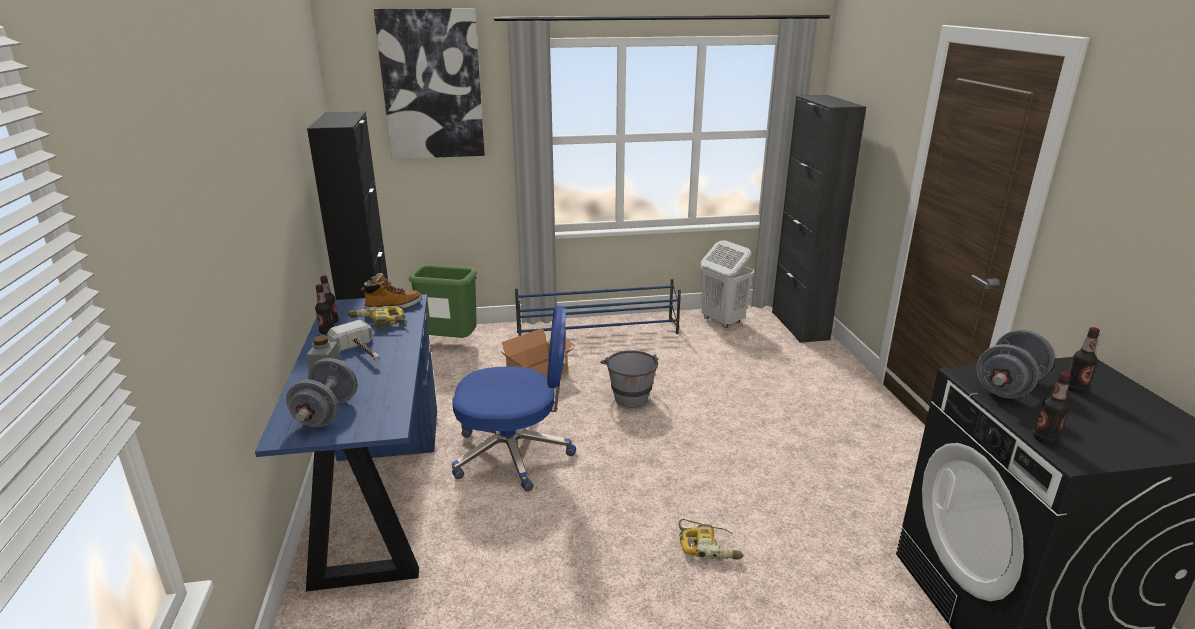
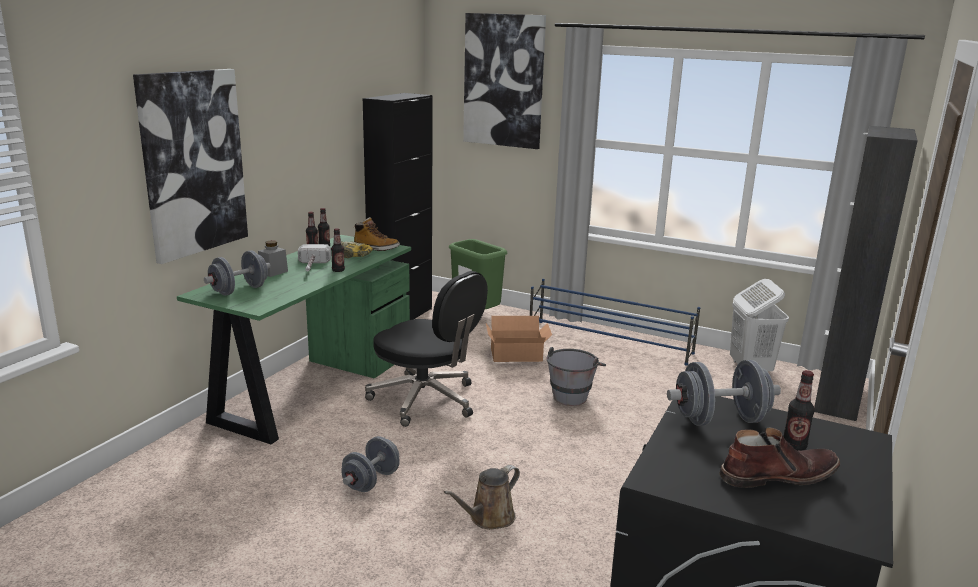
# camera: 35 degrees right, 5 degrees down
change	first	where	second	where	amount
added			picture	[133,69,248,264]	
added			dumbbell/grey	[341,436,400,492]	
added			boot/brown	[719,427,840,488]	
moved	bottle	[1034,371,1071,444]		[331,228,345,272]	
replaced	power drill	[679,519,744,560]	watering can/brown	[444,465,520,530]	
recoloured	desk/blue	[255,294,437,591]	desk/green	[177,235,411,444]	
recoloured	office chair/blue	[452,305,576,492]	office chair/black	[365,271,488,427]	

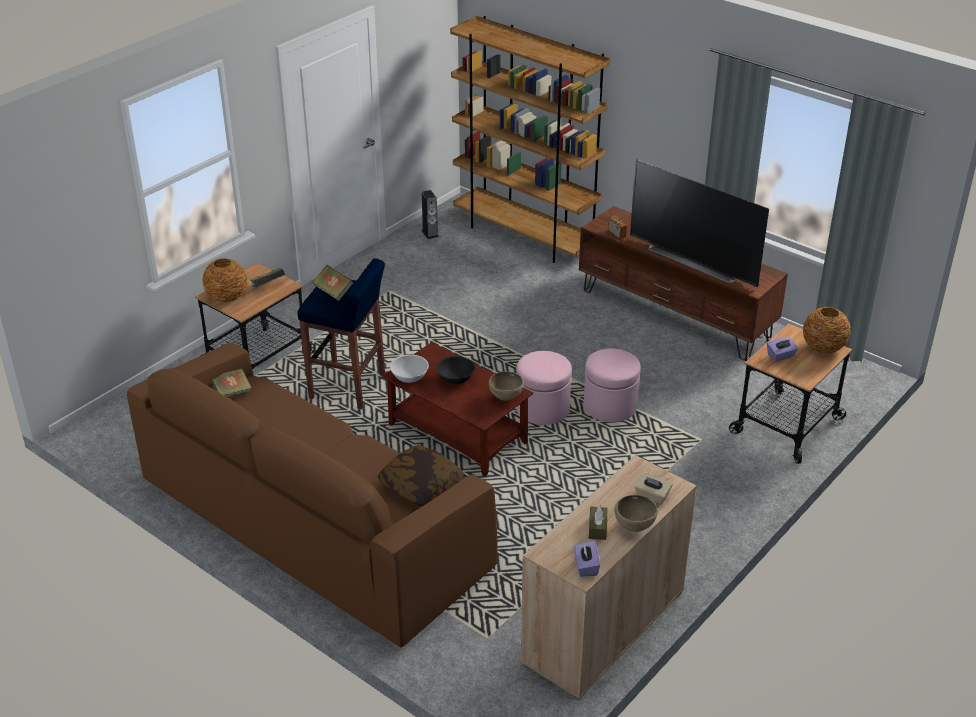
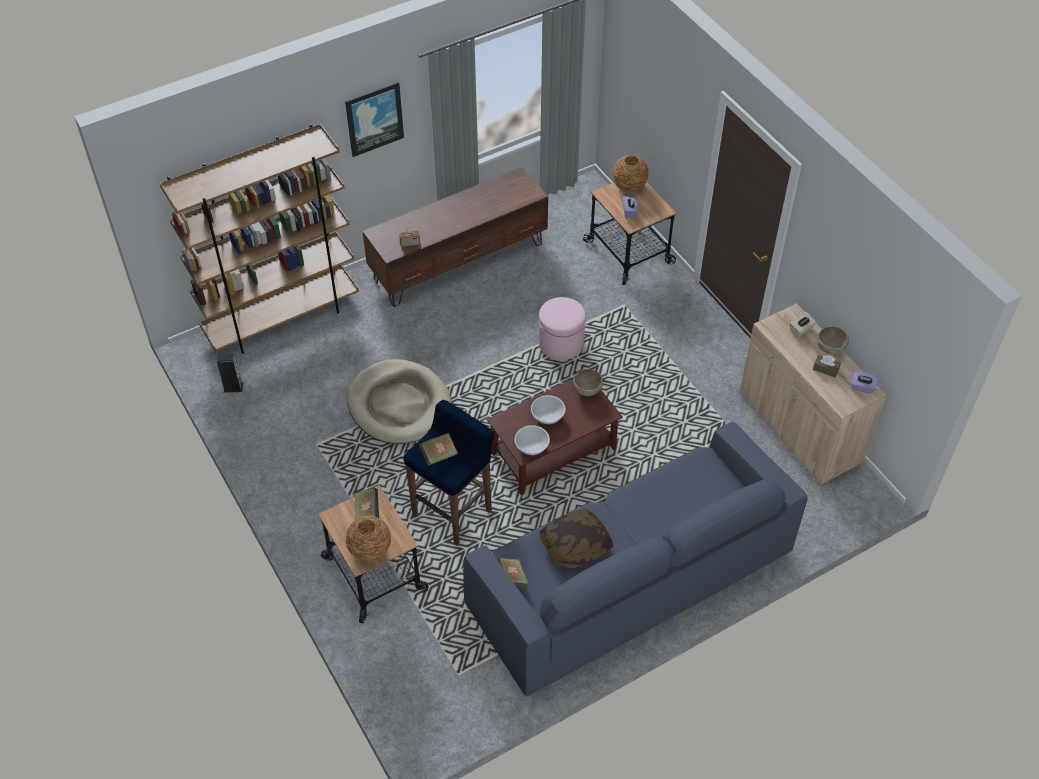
# camera: 70 degrees left, 15 degrees up
change	first	where	second	where	amount
removed	ottoman/pink	[516,351,572,425]			
removed	television	[630,159,769,287]			
added			picture	[345,82,404,157]	
added			dog bed/beige	[347,359,451,444]	
moved	pillow	[378,445,465,506]		[540,509,613,570]	
recoloured	sofa/brown	[127,343,498,648]	sofa/blue	[463,422,808,697]	
recoloured	bowl/black	[436,356,475,384]	bowl/white	[531,395,565,424]	

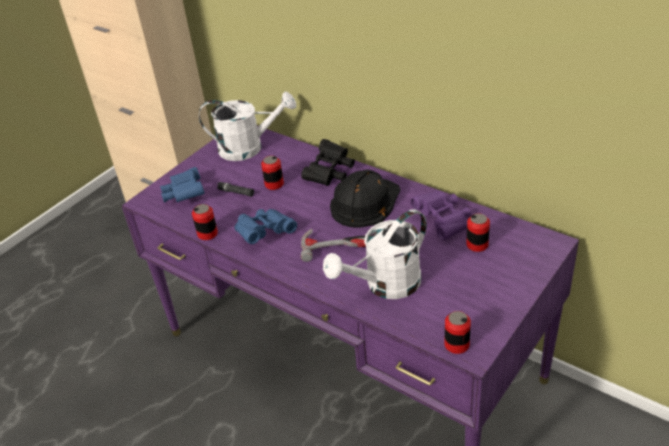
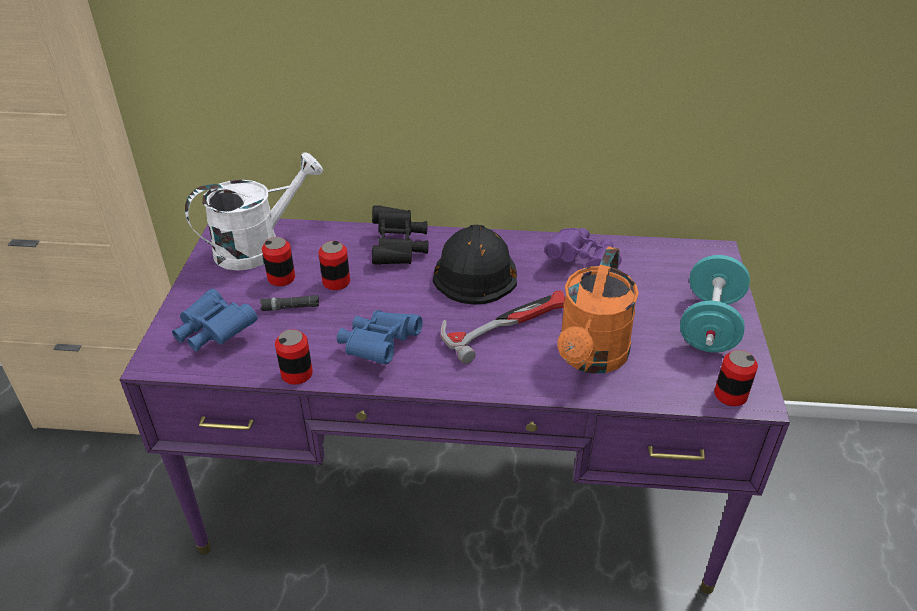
# camera: 35 degrees left, 0 degrees up
change	first	where	second	where	amount
added			dumbbell/turquoise	[680,255,750,353]	
moved	can	[466,213,490,252]		[262,237,295,286]	
recoloured	watering can/white	[323,209,427,299]	watering can/orange	[557,246,639,373]	

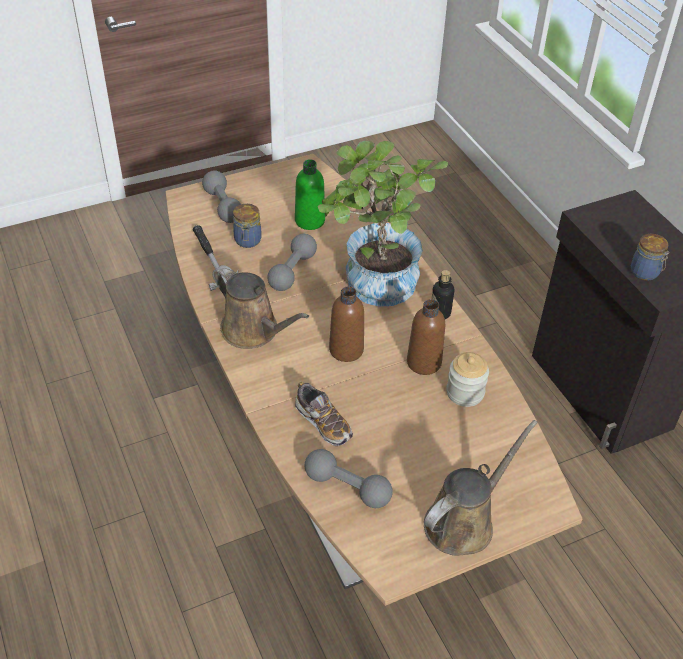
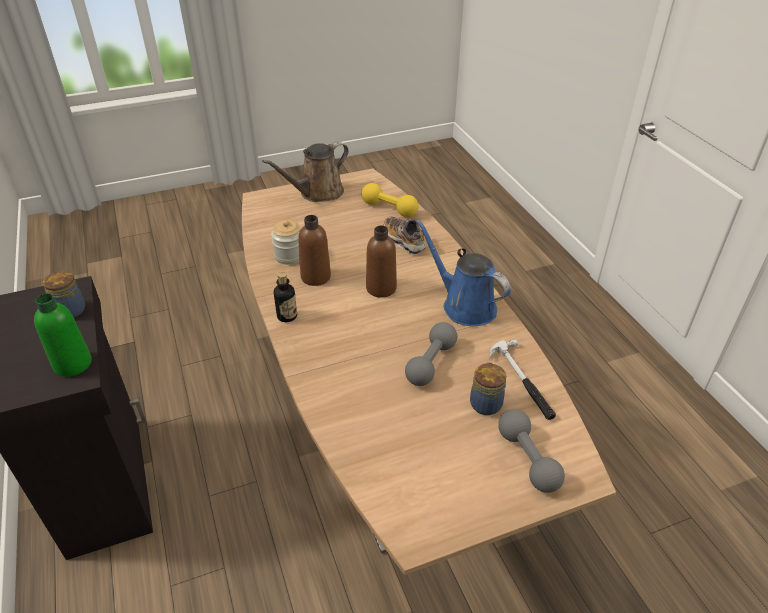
# camera: 175 degrees left, 5 degrees down
change	first	where	second	where	amount
removed	potted plant	[318,141,449,306]			
moved	bottle/green	[295,159,325,230]		[34,293,91,377]	
recoloured	watering can/brown	[212,265,309,349]	watering can/blue	[416,220,511,326]	
recoloured	dumbbell/grey	[305,449,393,508]	dumbbell/yellow	[361,183,418,217]	

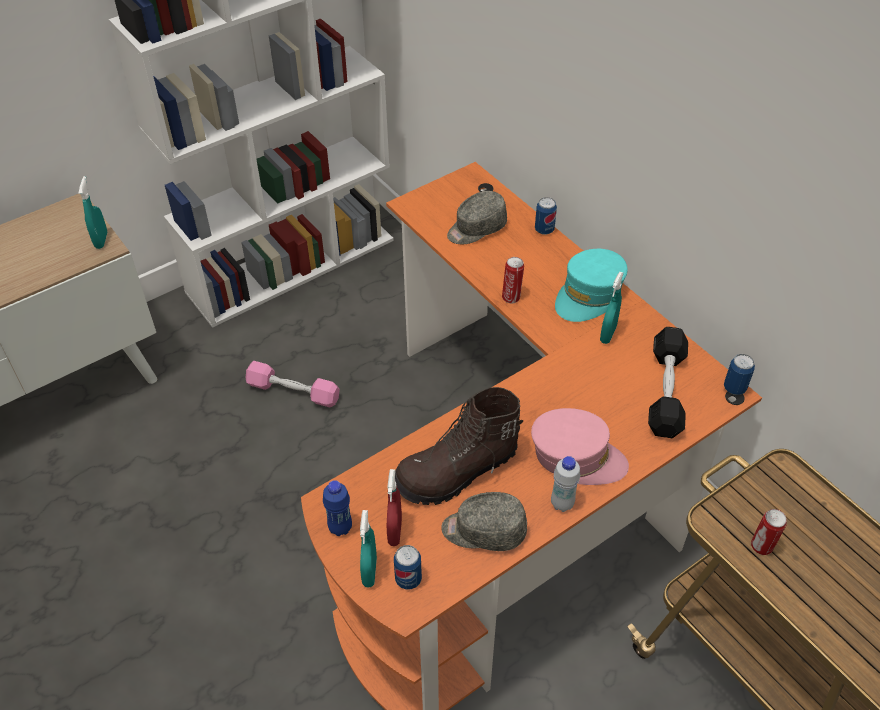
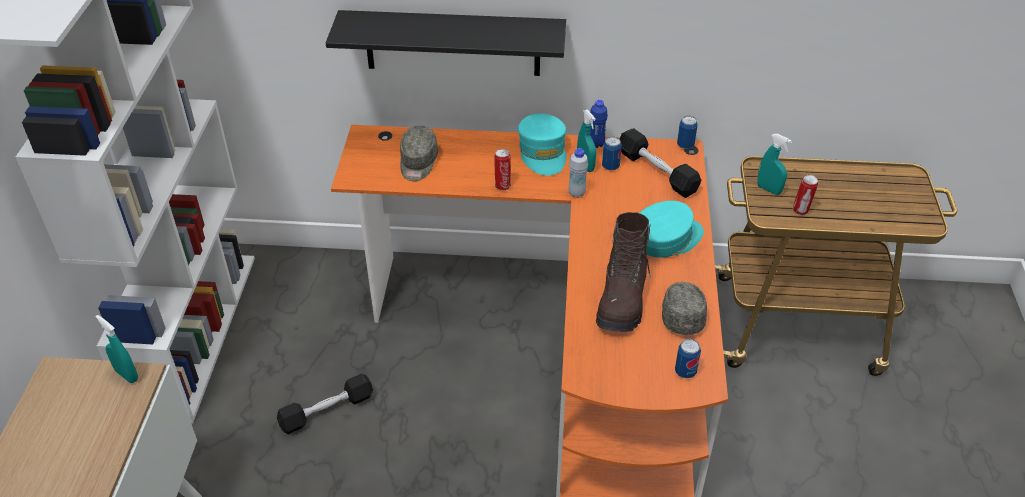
# camera: 50 degrees left, 5 degrees down
change	first	where	second	where	amount
removed	spray bottle/red	[387,469,402,546]			
added			shelf/black	[326,10,566,76]	
moved	bottle/blue	[323,480,352,536]		[590,100,608,148]	
moved	spray bottle/turquoise	[360,510,377,588]		[757,134,792,195]	
moved	can	[535,197,557,235]		[602,137,622,171]	
moved	bottle/white	[551,456,580,512]		[568,148,588,198]	
recoloured	dumbbell/pink	[246,361,340,407]	dumbbell/black	[277,374,373,434]	
recoloured	cap/pink	[531,408,629,485]	cap/turquoise	[640,201,704,258]	
turned	cap/grey	[441,492,527,551]		[662,282,707,335]	135 degrees clockwise

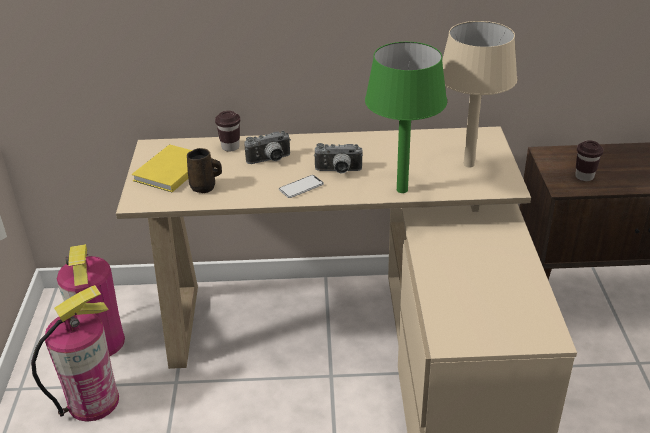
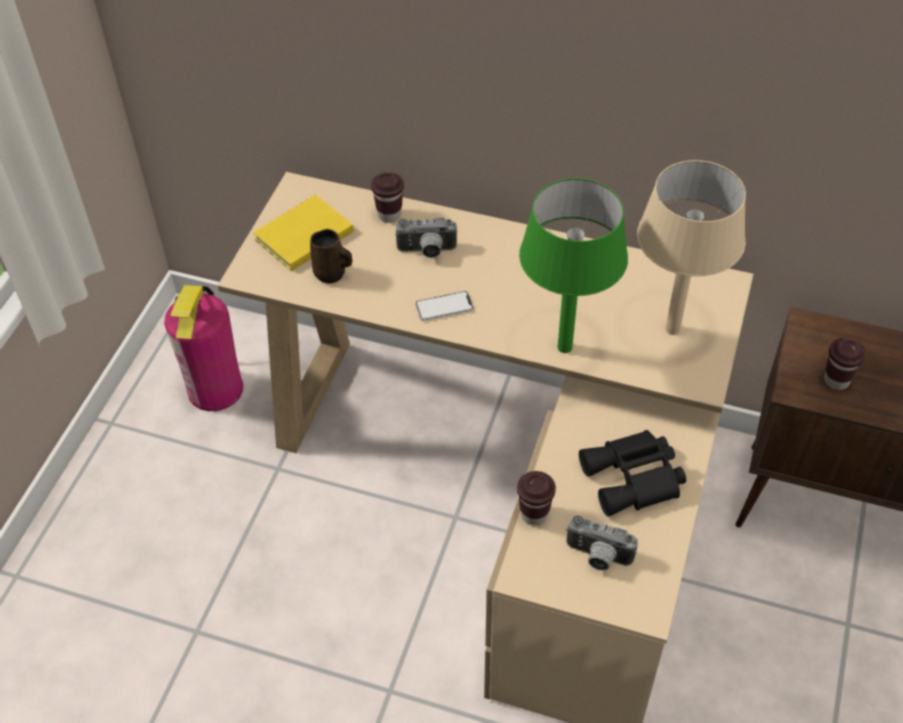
# camera: 20 degrees right, 15 degrees up
change	first	where	second	where	amount
removed	fire extinguisher	[31,285,119,422]			
added			cup/brown	[517,471,556,525]	
added			binoculars/black	[579,430,686,517]	
moved	photo camera	[314,143,363,174]		[566,515,638,571]	

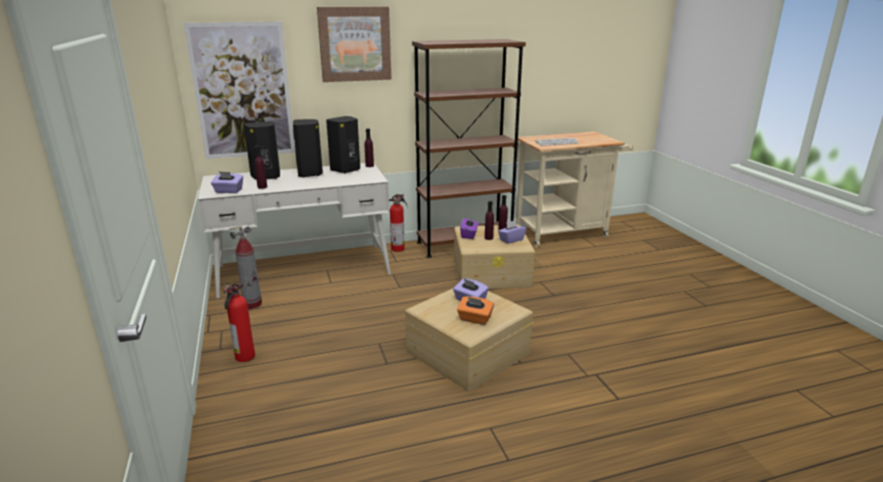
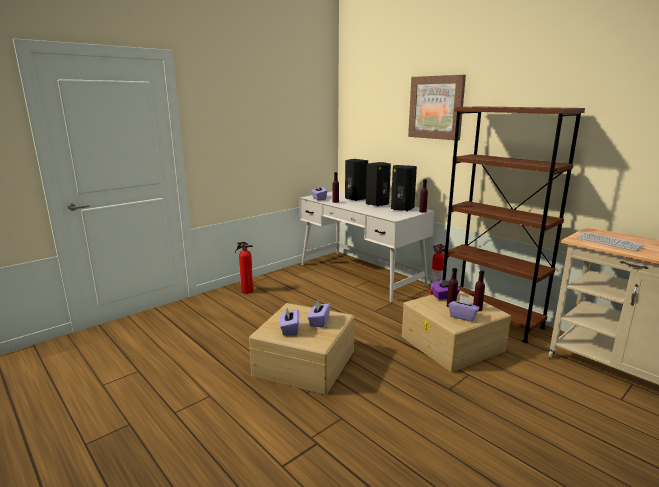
# camera: 65 degrees right, 5 degrees down
change	first	where	second	where	amount
removed	picture	[183,22,295,159]			
removed	fire extinguisher	[230,226,262,309]			
recoloured	tissue box/orange	[457,296,494,325]	tissue box/purple	[280,308,299,336]	

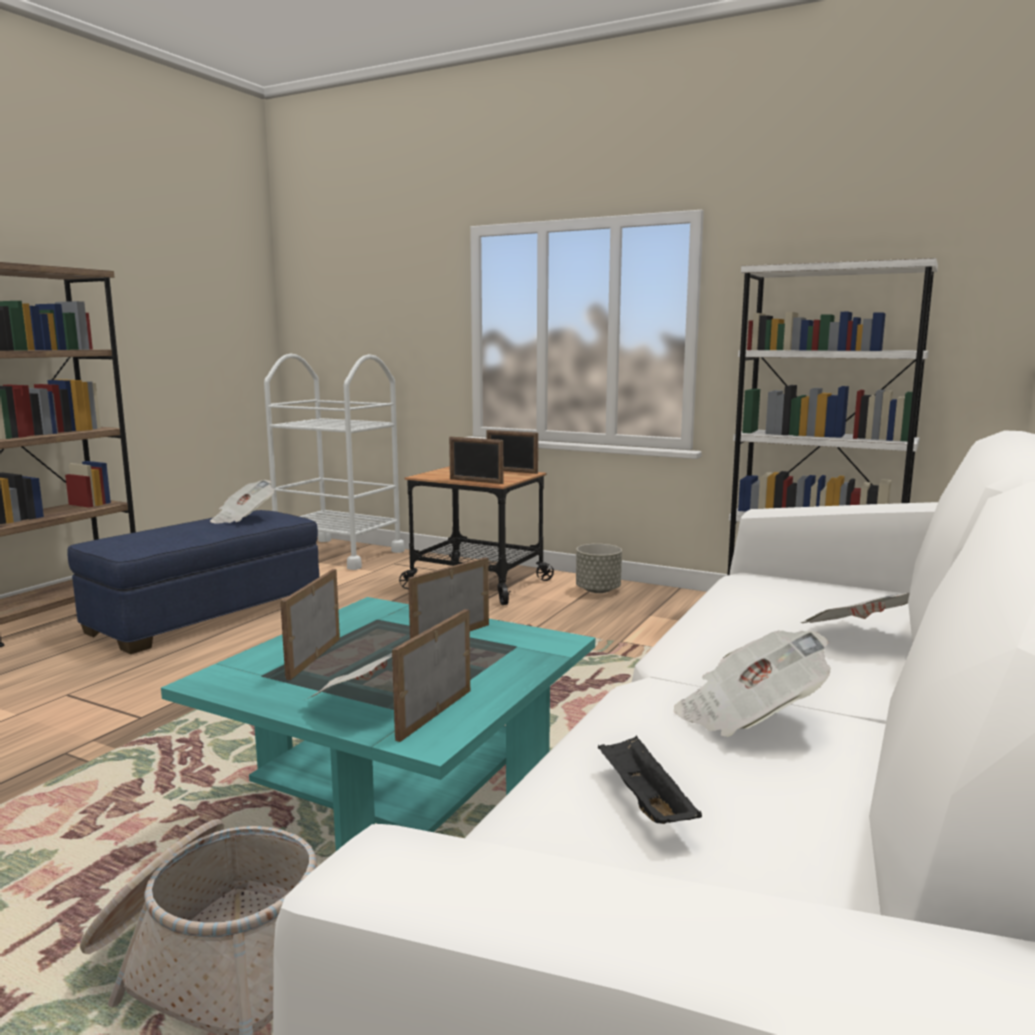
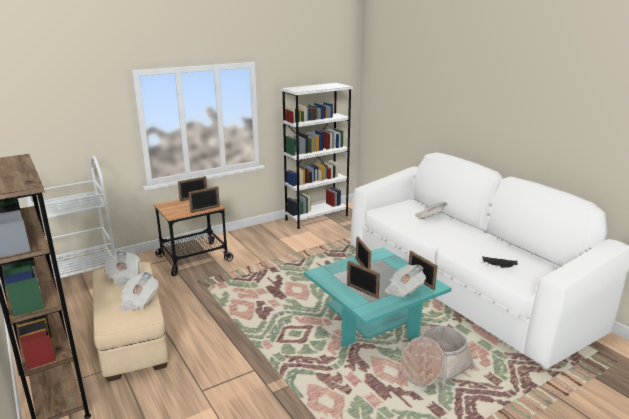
# camera: 60 degrees left, 10 degrees up
change	first	where	second	where	amount
removed	planter/grey	[576,544,622,593]			
moved	newspaper	[674,630,831,737]		[119,272,159,311]	
recoloured	ottoman/blue	[67,510,319,654]	ottoman/beige	[92,262,169,382]	

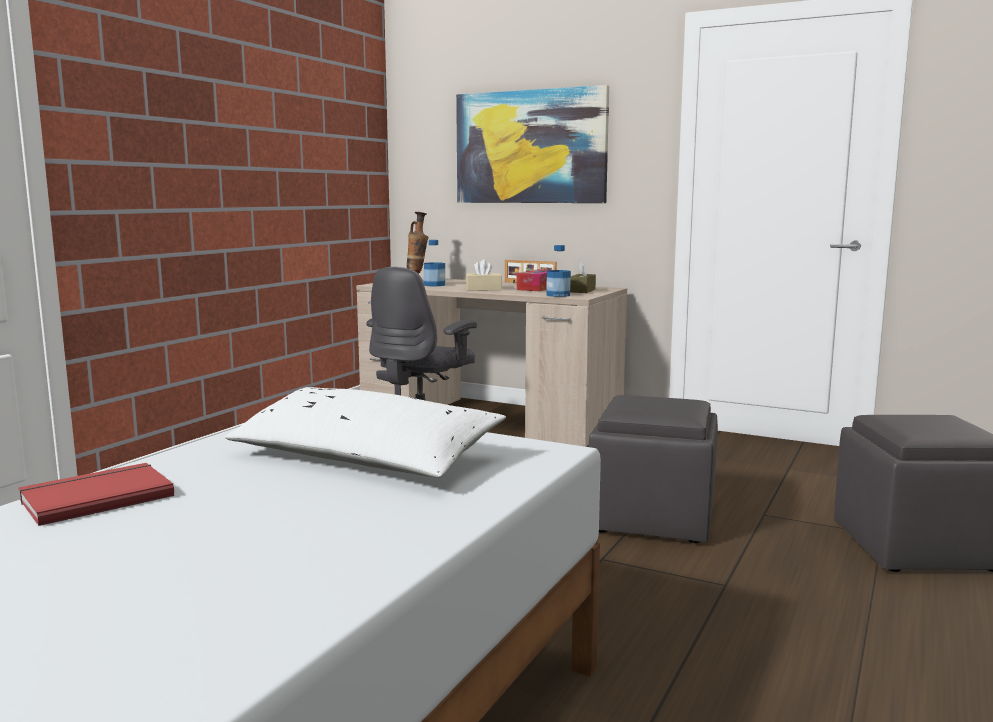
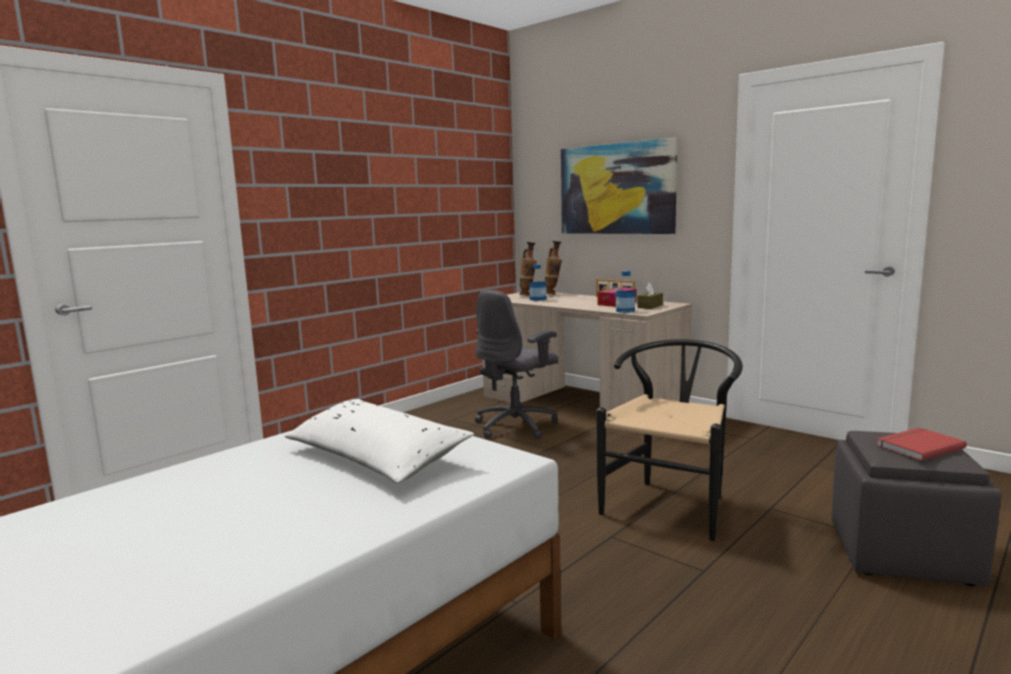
# camera: 15 degrees right, 0 degrees up
change	first	where	second	where	amount
removed	tissue box/beige	[466,259,502,291]			
added			vase	[545,241,562,295]	
moved	book/red	[18,463,174,526]		[876,428,967,461]	
replaced	ottoman/grey	[588,395,718,543]	chair/black	[596,339,743,541]	

